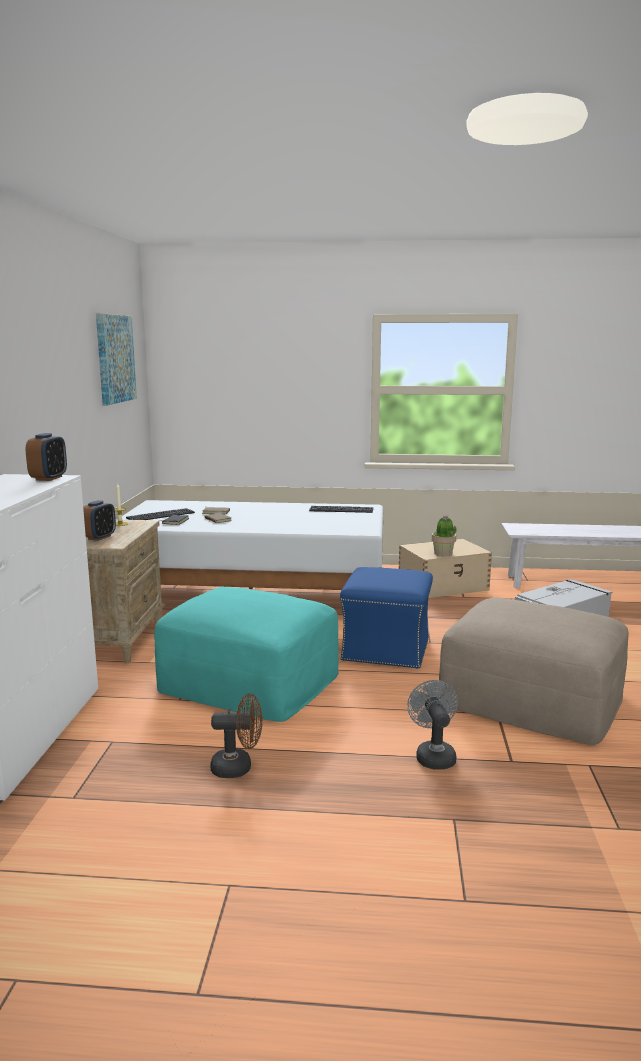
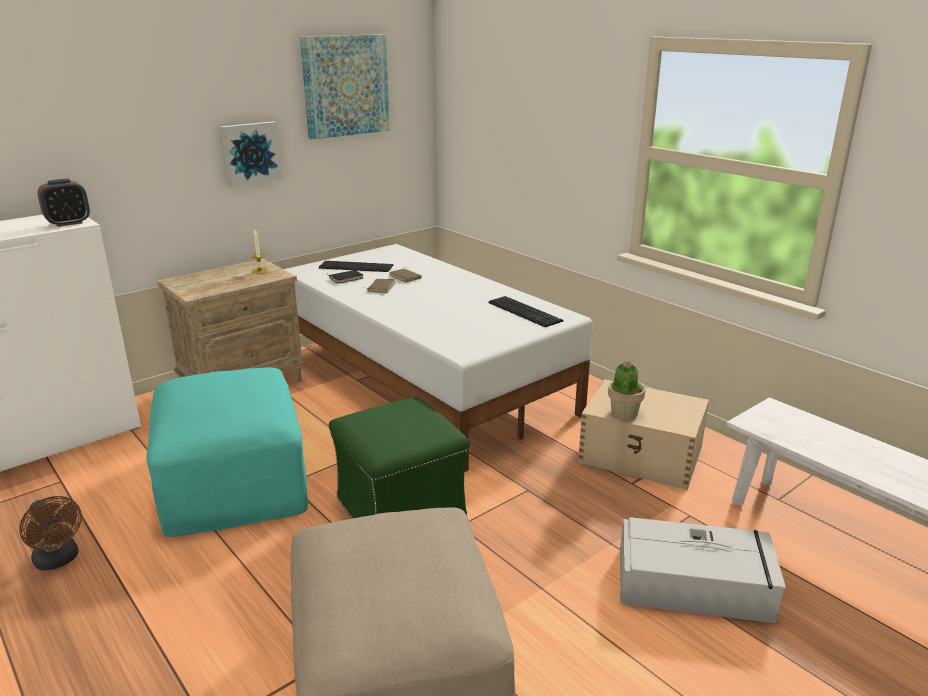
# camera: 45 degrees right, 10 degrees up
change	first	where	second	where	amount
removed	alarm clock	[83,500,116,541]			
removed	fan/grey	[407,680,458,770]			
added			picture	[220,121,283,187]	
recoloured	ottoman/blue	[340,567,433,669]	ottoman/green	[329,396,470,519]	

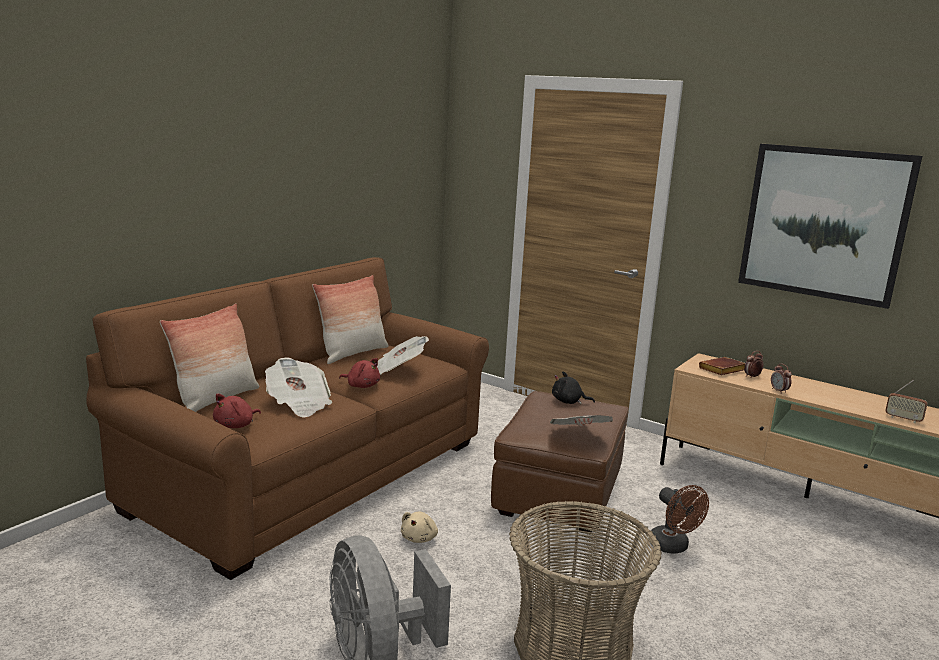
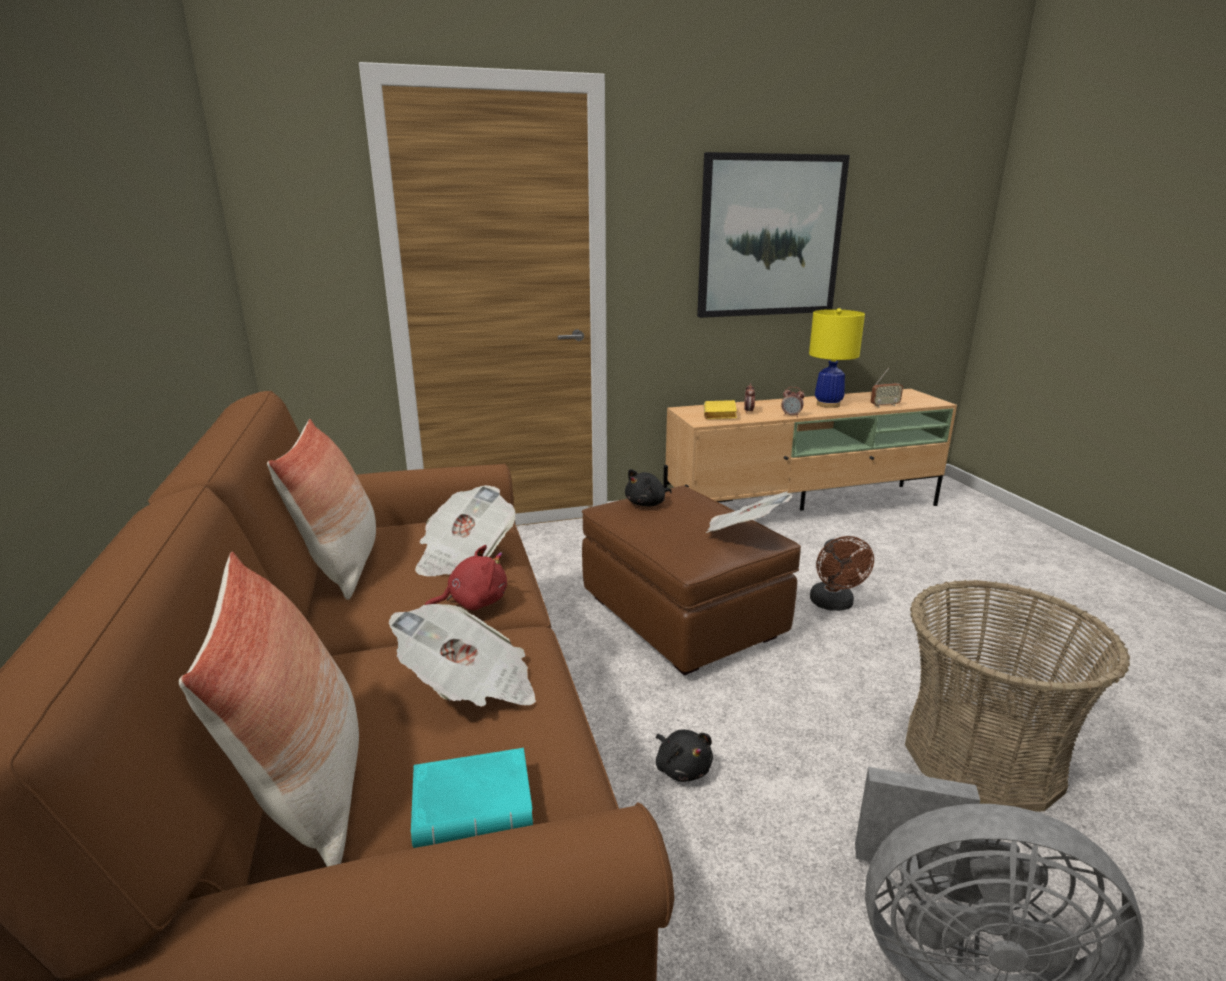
# camera: 50 degrees left, 5 degrees up
change	first	where	second	where	amount
added			table lamp/yellow	[809,308,865,408]	
replaced	plush toy/red	[213,394,261,428]	book/turquoise	[411,748,534,848]	
recoloured	plush toy/beige	[401,512,438,543]	plush toy/black	[656,730,713,782]	
recoloured	book/brown	[699,357,745,375]	book/yellow	[704,400,737,419]	
turned	fan/brown	[650,485,709,554]		[810,536,874,611]	75 degrees clockwise

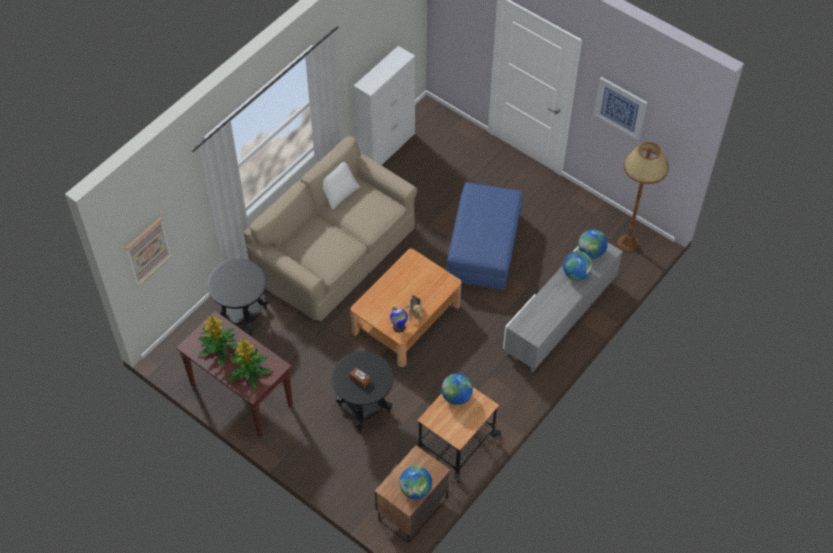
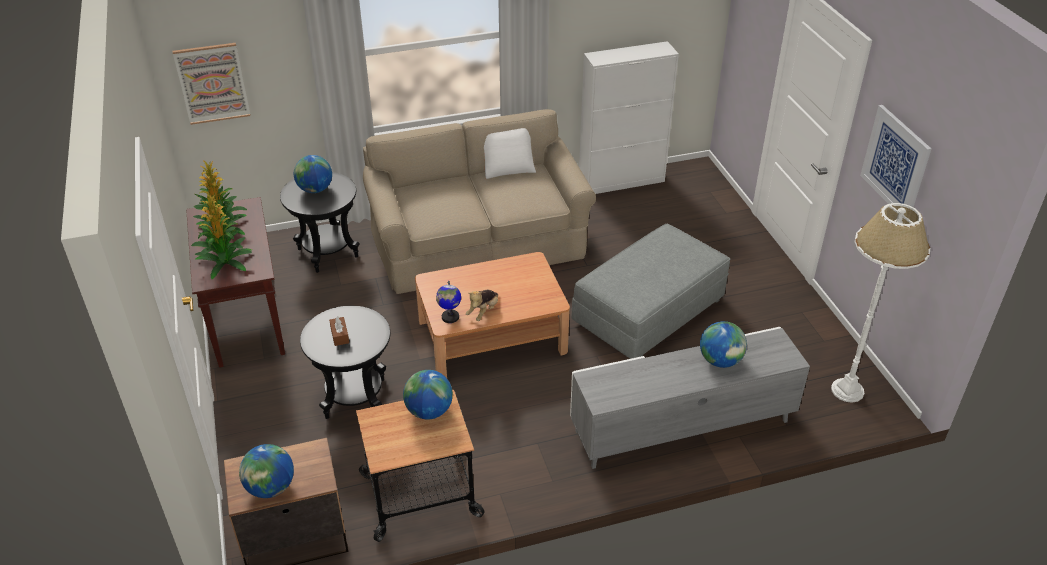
# camera: 35 degrees right, 15 degrees down
change	first	where	second	where	amount
moved	globe	[578,229,608,259]		[294,155,332,193]	
recoloured	ottoman/blue	[446,182,522,290]	ottoman/grey	[571,224,730,359]	
recoloured	floor lamp/brown	[618,142,669,252]	floor lamp/white	[831,203,930,403]	

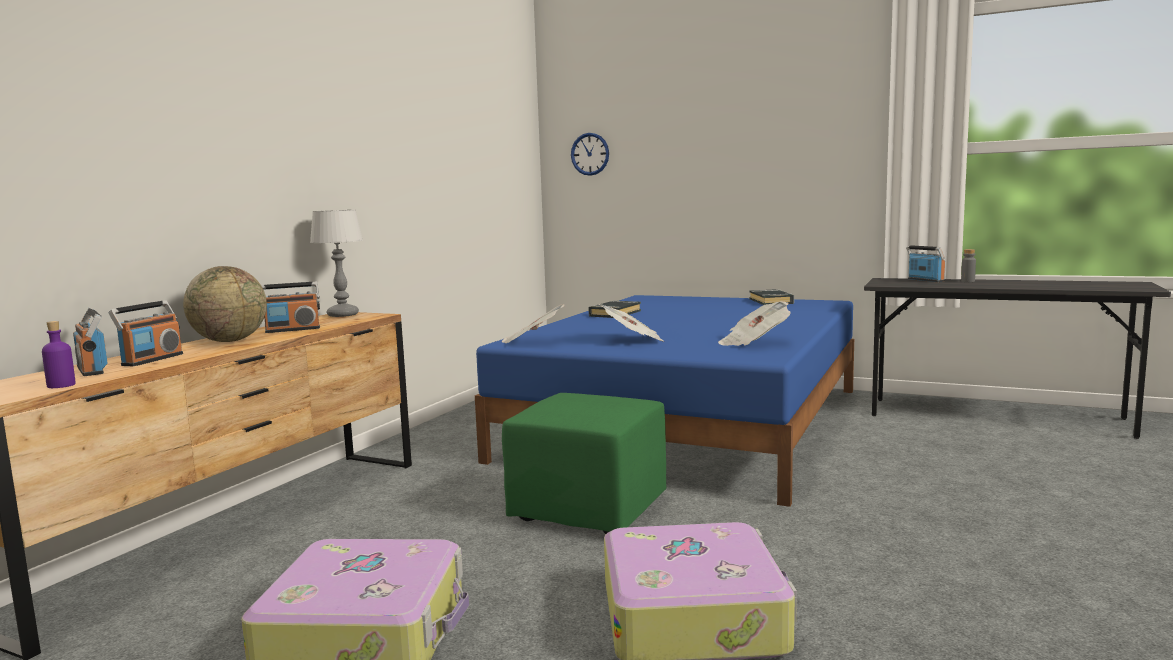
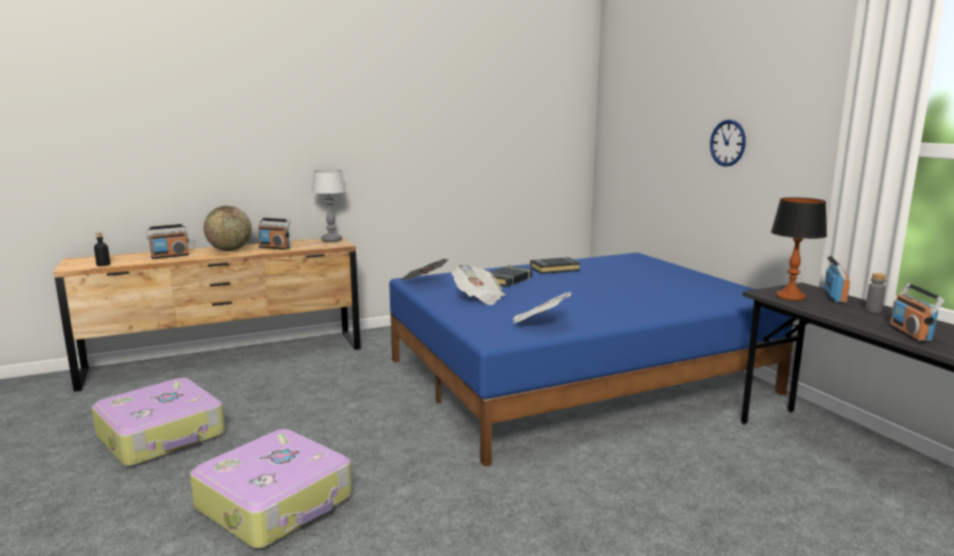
# camera: 40 degrees right, 5 degrees up
change	first	where	second	where	amount
removed	ottoman/green	[502,393,666,534]			
added			table lamp	[771,198,827,301]	
moved	radio	[73,308,107,376]		[889,283,945,343]	
moved	wall clock	[571,133,609,176]		[710,120,746,166]	
moved	book/black	[749,289,794,305]		[490,265,532,287]	
recoloured	bottle/purple	[42,321,76,388]	bottle/black	[94,232,110,266]	

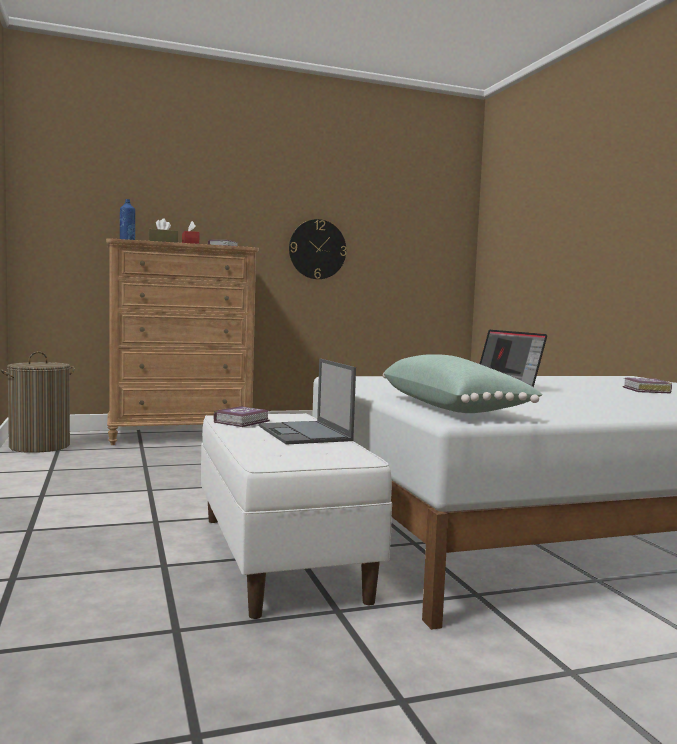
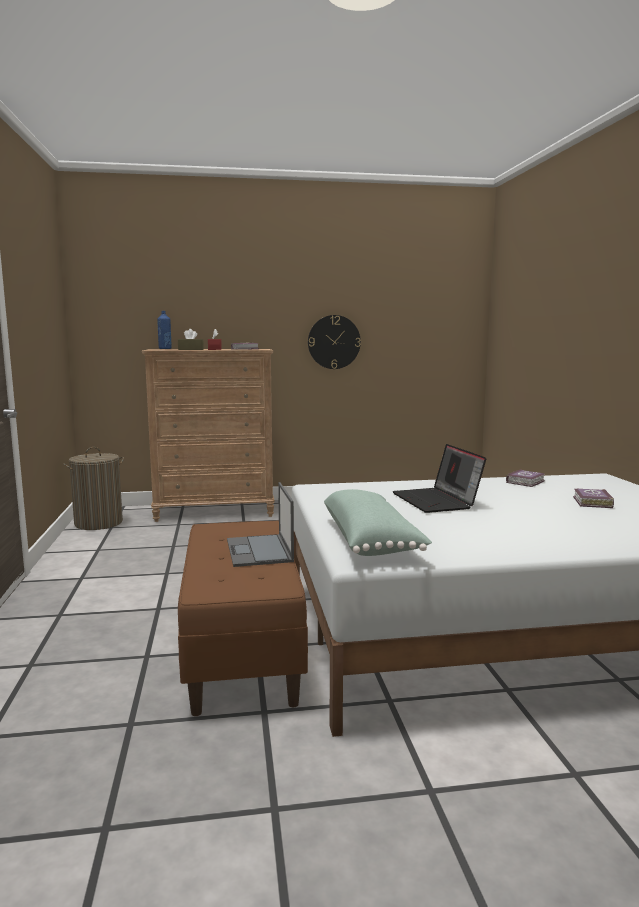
# camera: 10 degrees right, 5 degrees up
change	first	where	second	where	amount
moved	book	[213,406,270,427]		[506,469,545,487]	
recoloured	bench/white	[201,413,392,619]	bench/brown	[178,520,308,716]	

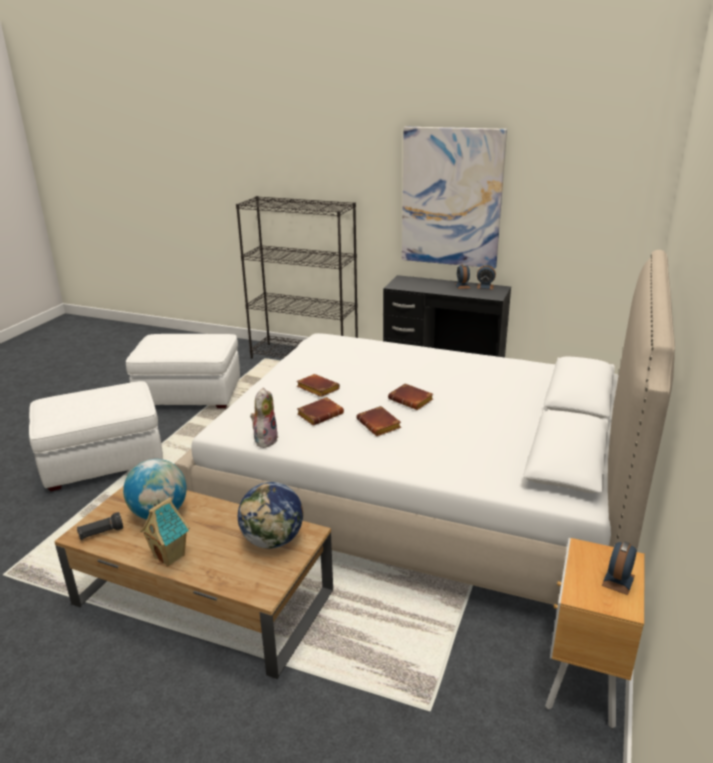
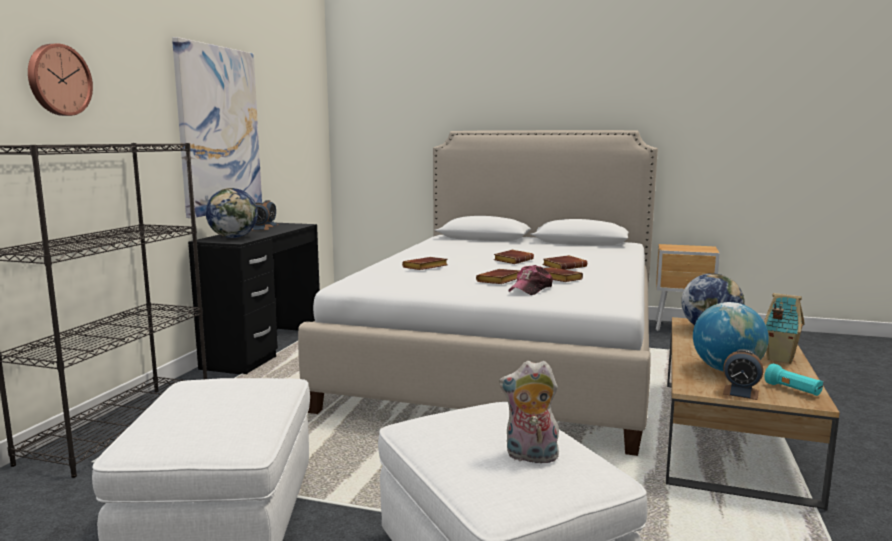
# camera: 95 degrees left, 15 degrees down
change	first	where	second	where	amount
added			wall clock	[28,43,93,116]	
added			globe	[206,188,258,238]	
added			book/brown	[402,257,448,270]	
added			cap	[508,265,553,295]	
moved	plush toy	[250,388,278,448]		[499,361,560,463]	
moved	alarm clock	[602,541,637,595]		[723,349,764,400]	
recoloured	flashlight/black	[77,512,123,540]	flashlight/turquoise	[765,364,823,396]	

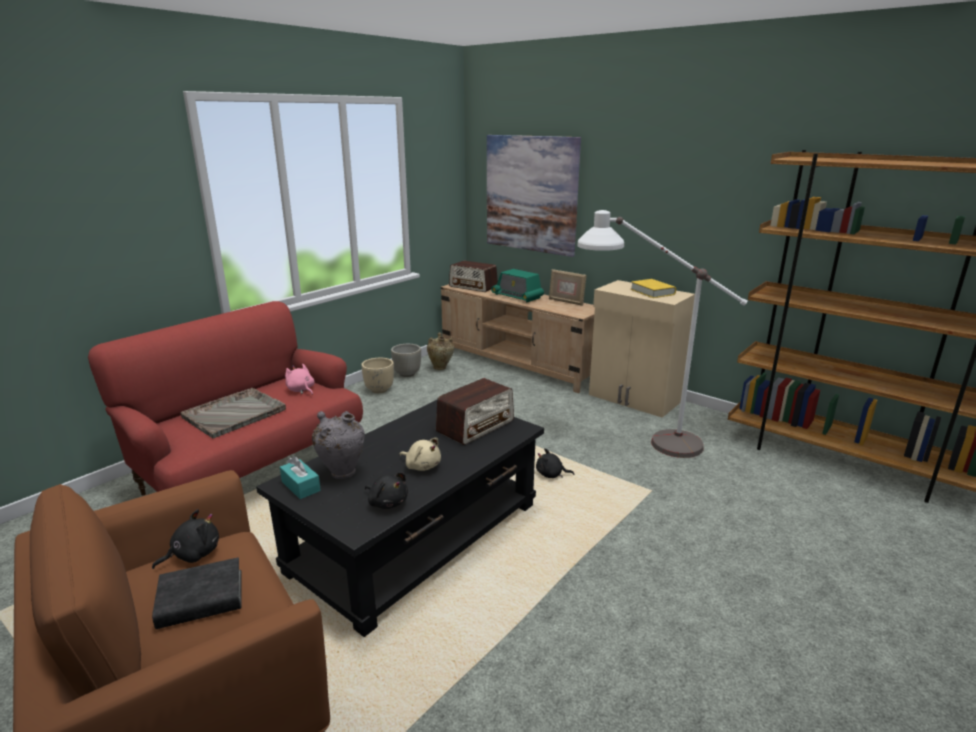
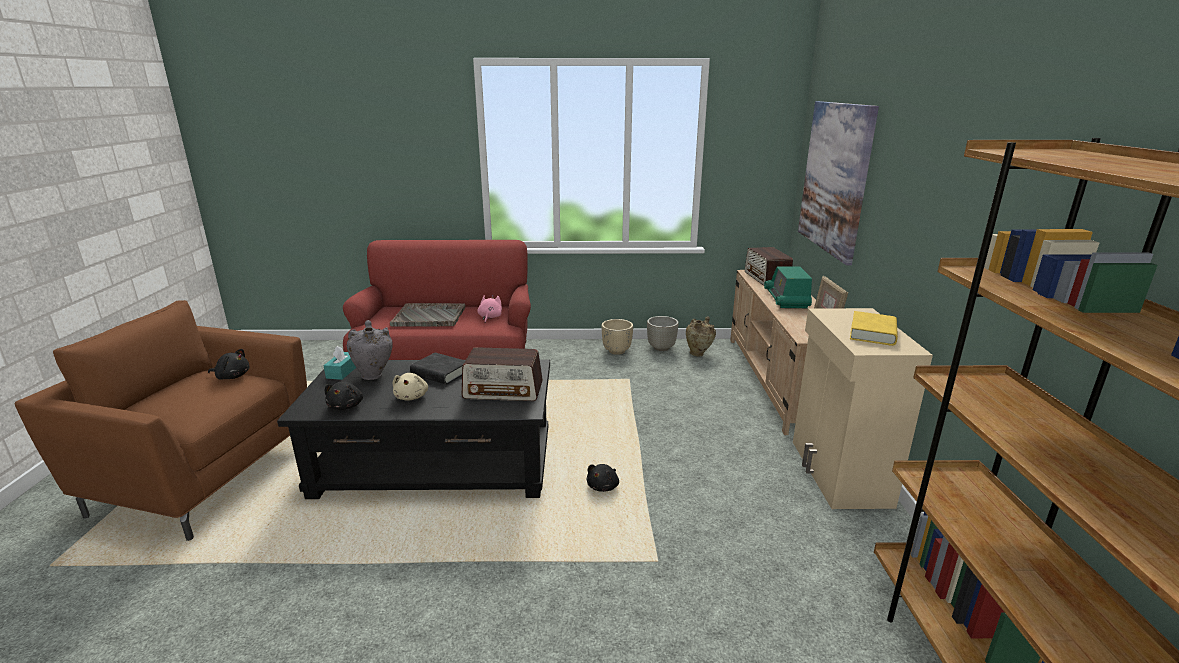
# camera: 50 degrees right, 0 degrees up
change	first	where	second	where	amount
removed	floor lamp/white	[577,210,748,458]			
moved	book/black	[152,557,242,629]		[410,353,465,385]	
turned	plush toy/black	[536,448,574,478]		[587,464,619,492]	120 degrees counterclockwise

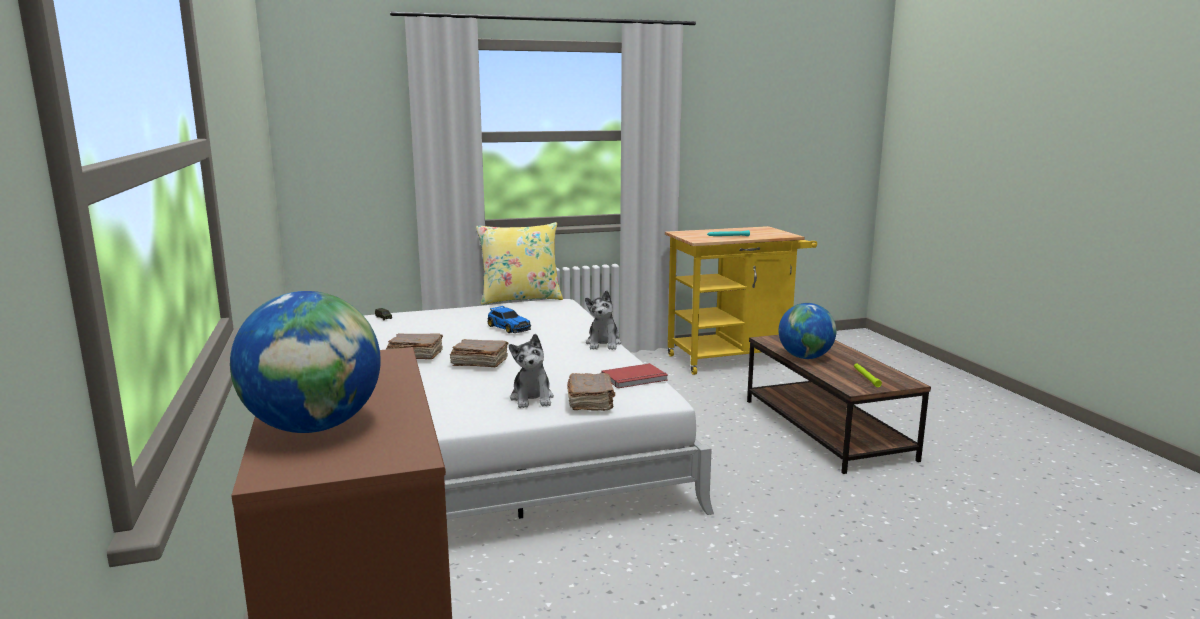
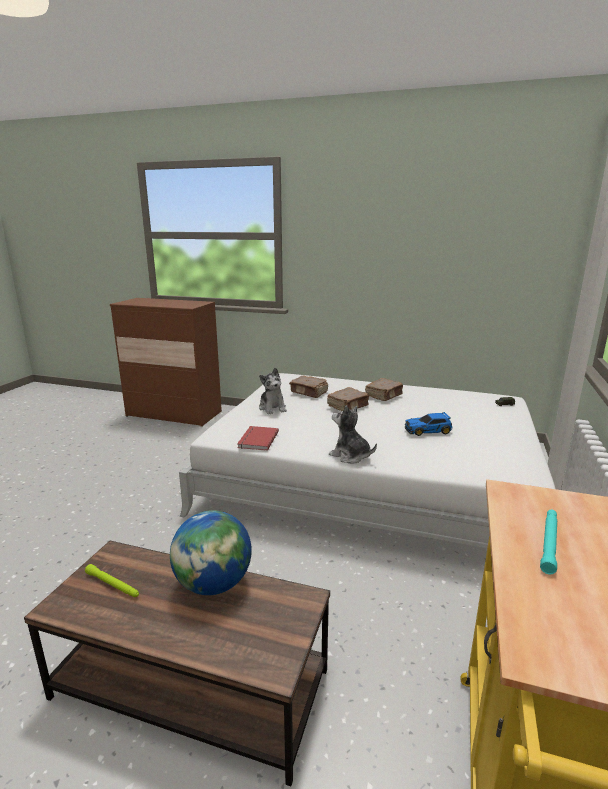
# camera: 125 degrees right, 5 degrees up
change	first	where	second	where	amount
removed	globe	[230,291,381,433]			
removed	pillow/yellow	[476,222,563,305]			
moved	book/brown	[567,373,615,411]		[289,376,328,398]	
turned	plush toy	[509,334,554,408]		[259,368,287,414]	135 degrees counterclockwise

